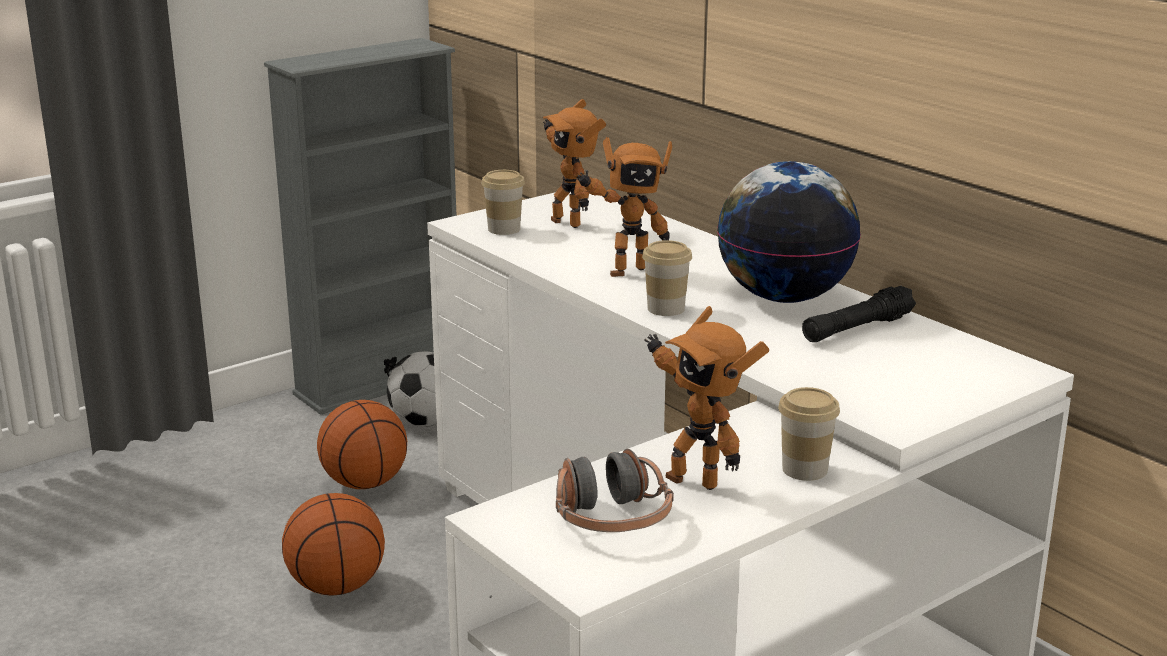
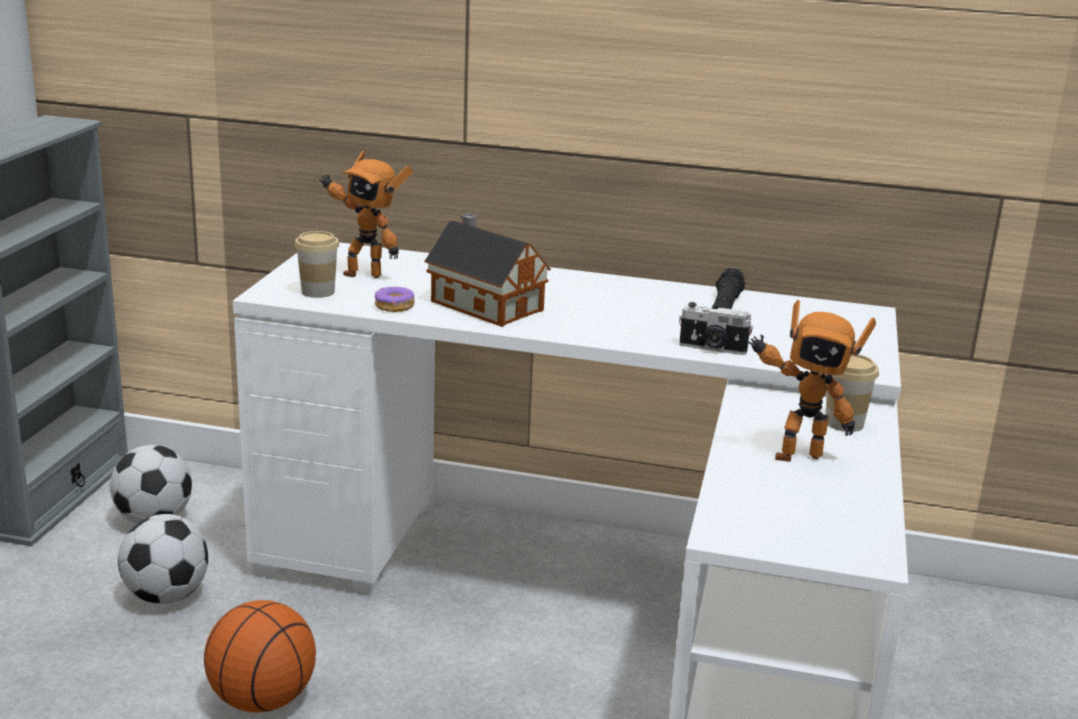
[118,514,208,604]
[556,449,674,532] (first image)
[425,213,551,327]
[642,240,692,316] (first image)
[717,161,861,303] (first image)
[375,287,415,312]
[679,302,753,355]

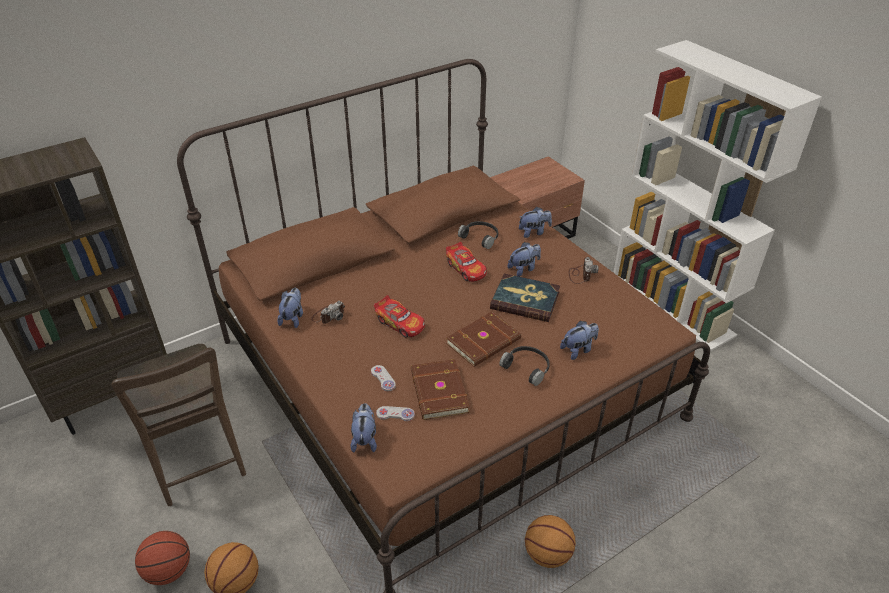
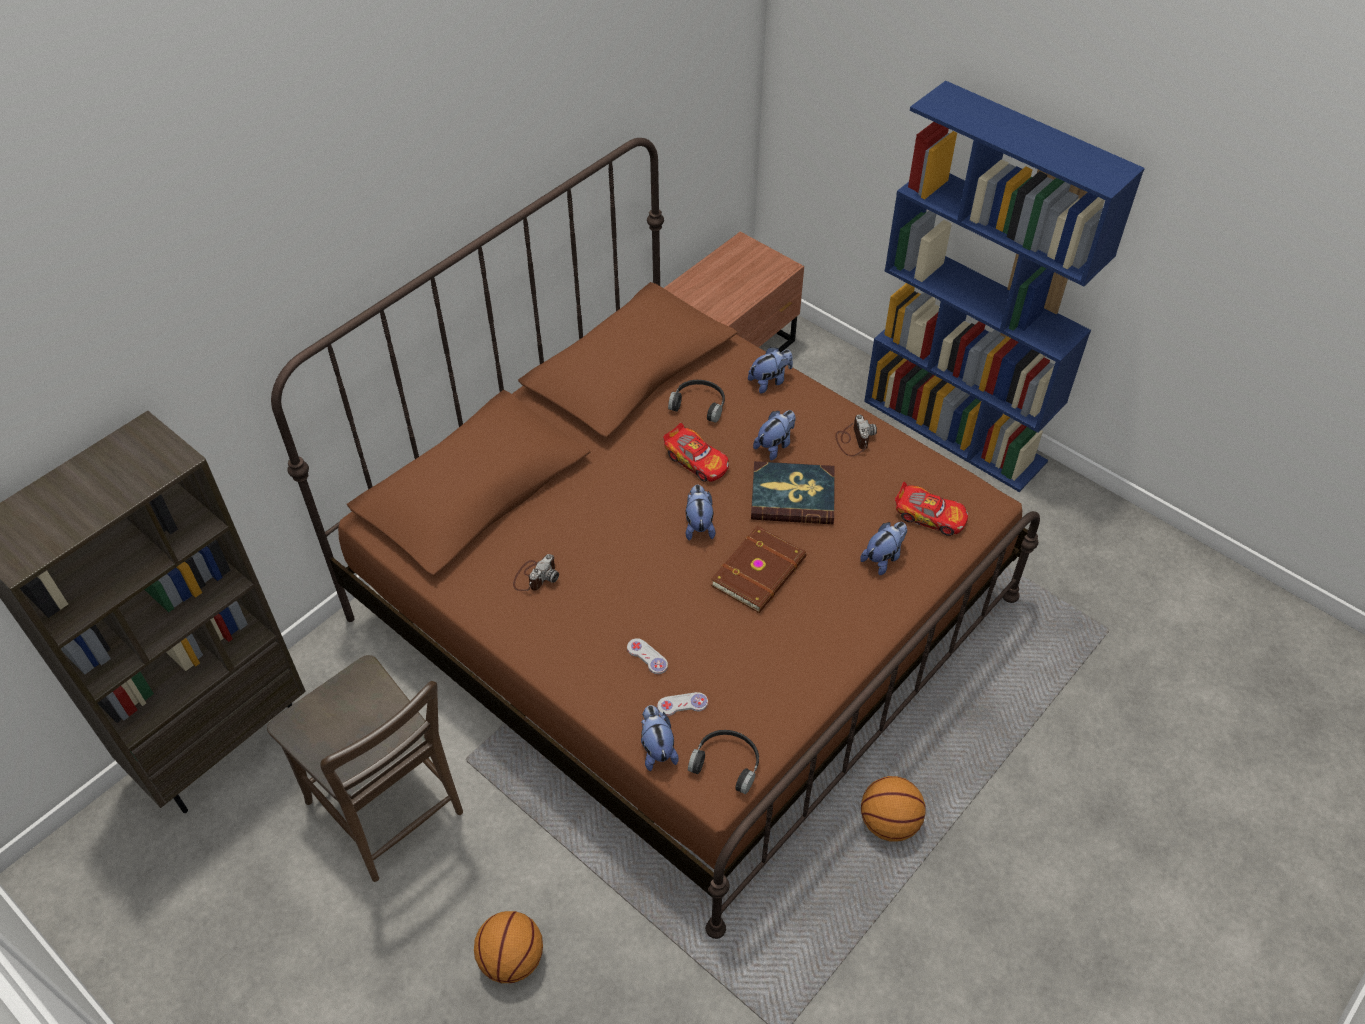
[135,531,190,585] (first image)
[686,484,715,541]
[895,482,968,536]
[411,359,470,420] (first image)
[688,730,759,794]
[864,81,1145,492]

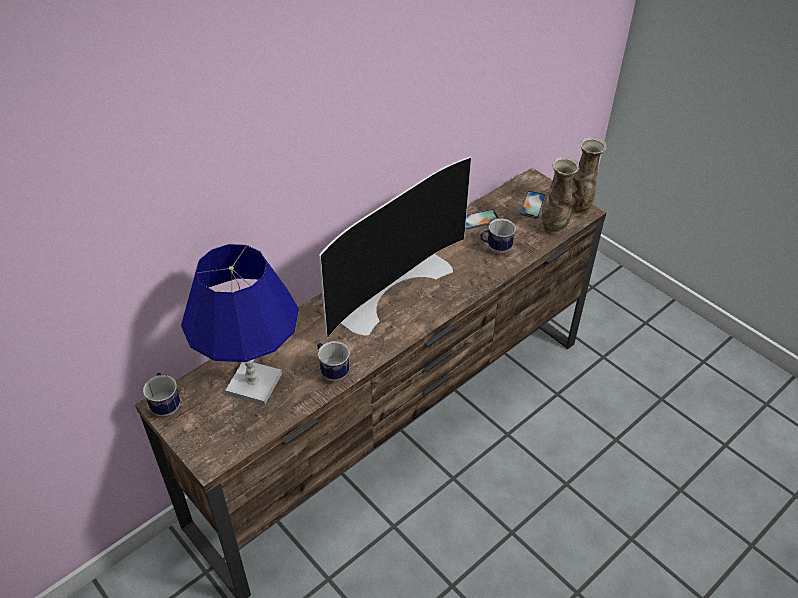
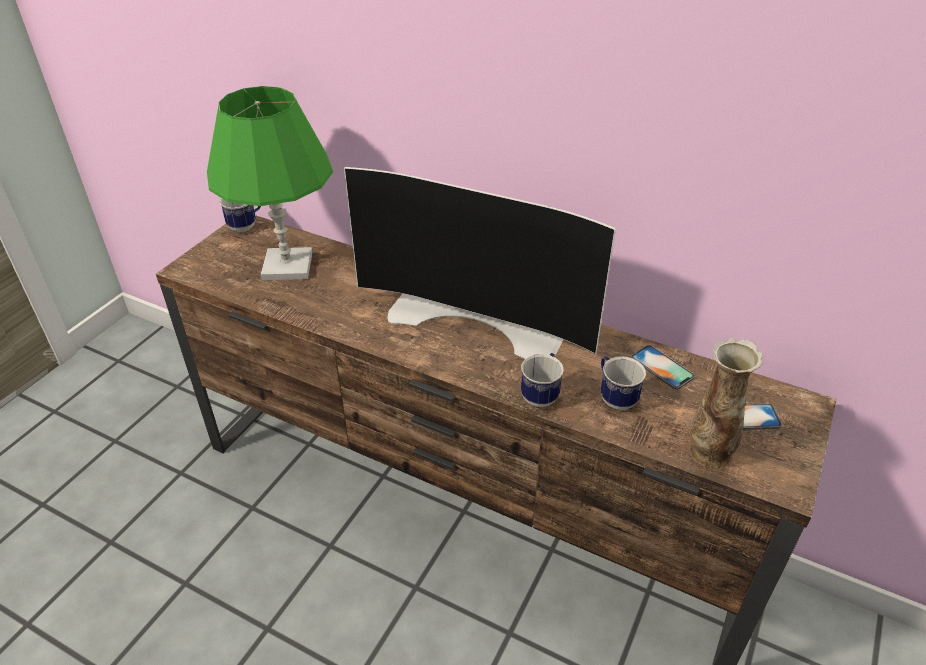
[207,86,333,280]
[521,353,564,407]
[571,137,607,217] (first image)

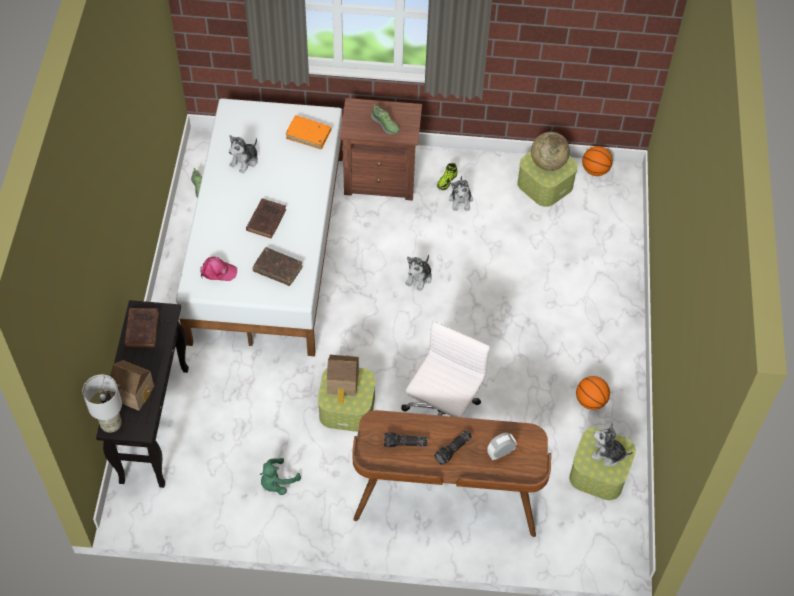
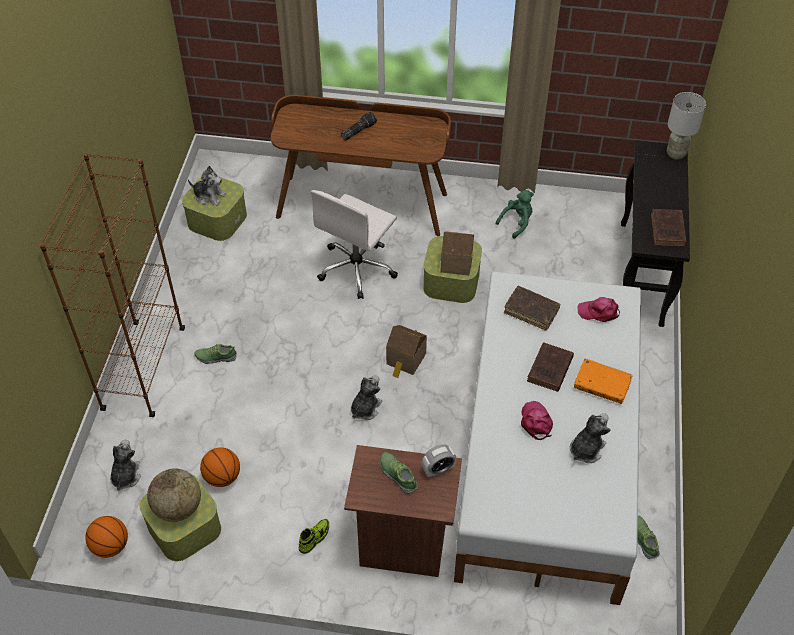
[386,325,427,378]
[574,359,632,404]
[384,432,427,447] (first image)
[110,439,141,491]
[422,444,456,477]
[200,448,240,487]
[40,153,185,417]
[194,344,237,364]
[521,401,553,440]

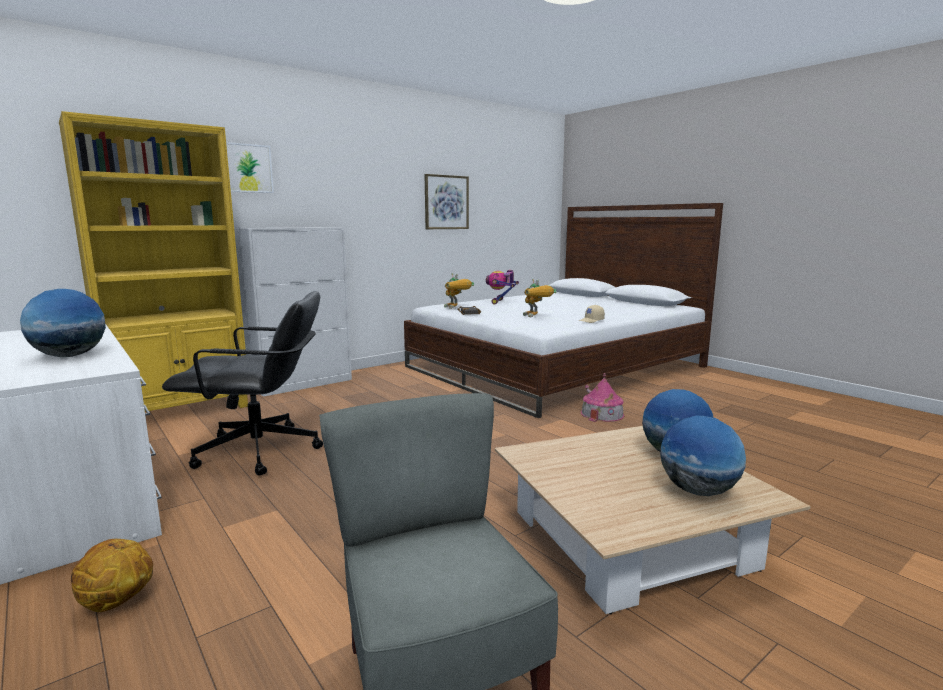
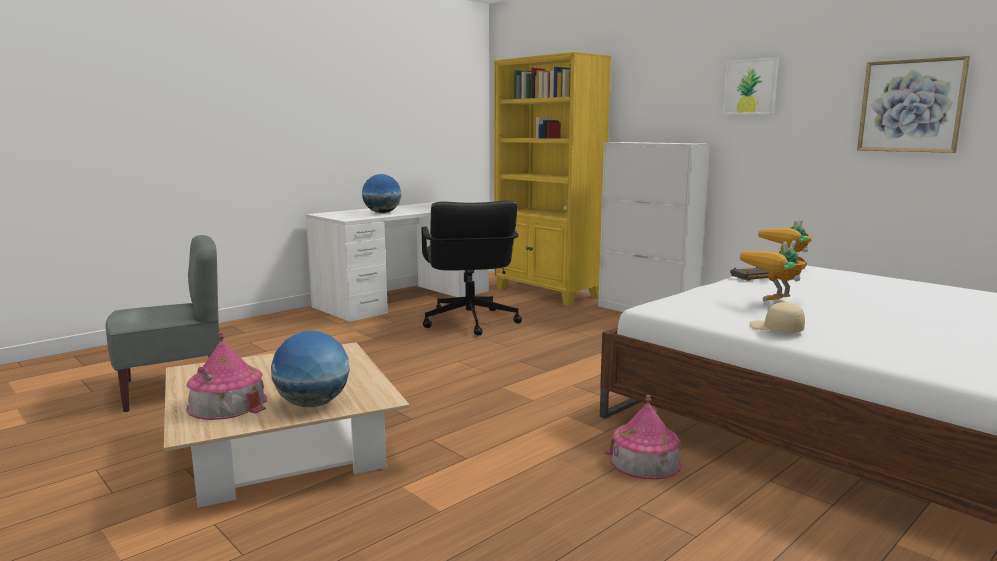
[71,539,153,612] (first image)
[723,58,779,115]
[486,270,519,305] (first image)
[186,332,267,420]

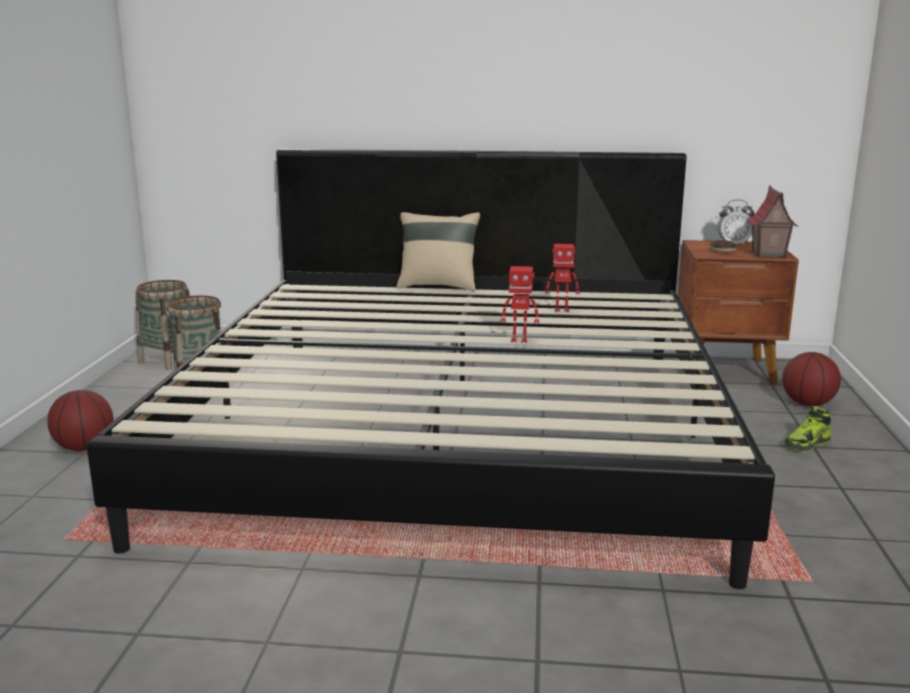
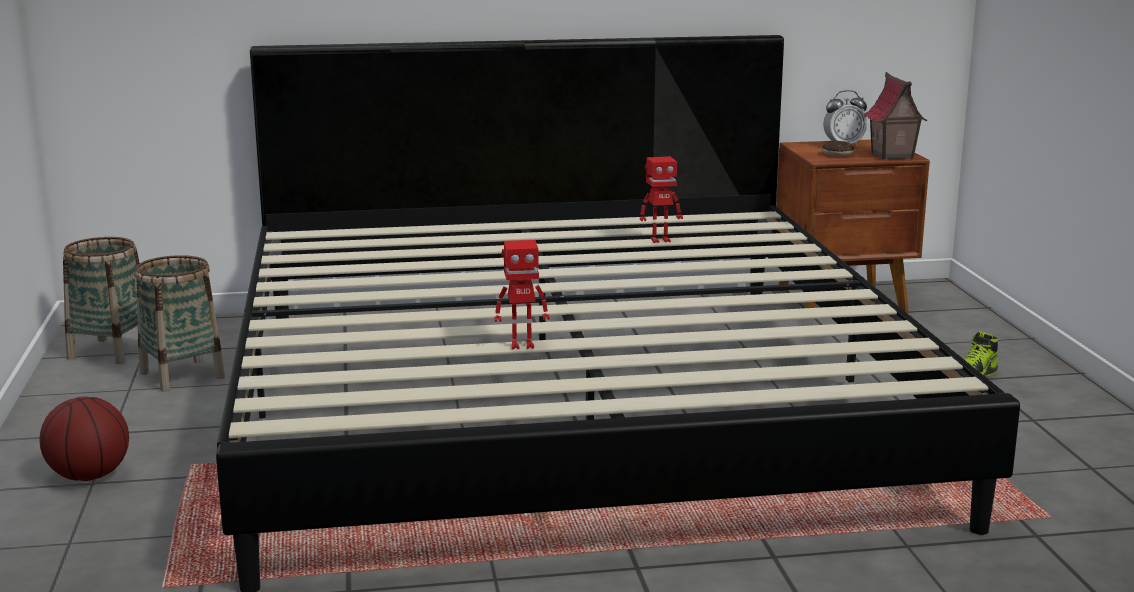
[396,212,480,291] (first image)
[494,240,550,349]
[782,352,841,406] (first image)

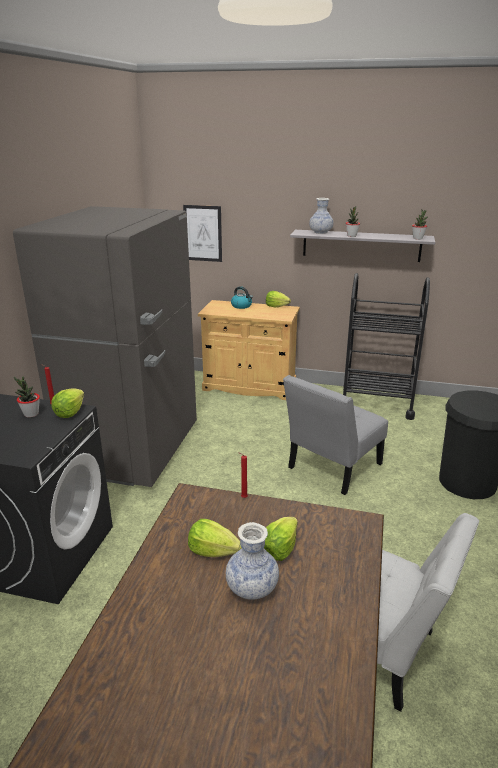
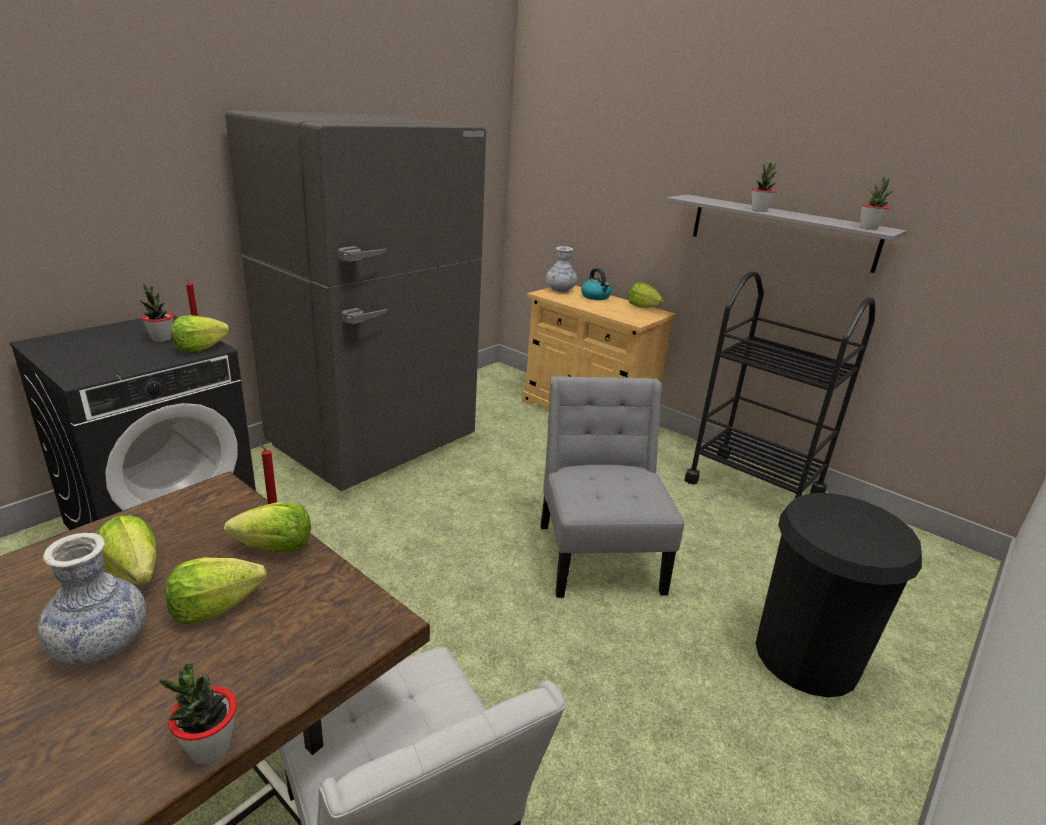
[183,205,222,262] (first image)
[540,376,684,598]
[546,246,577,293]
[159,664,237,764]
[224,502,311,552]

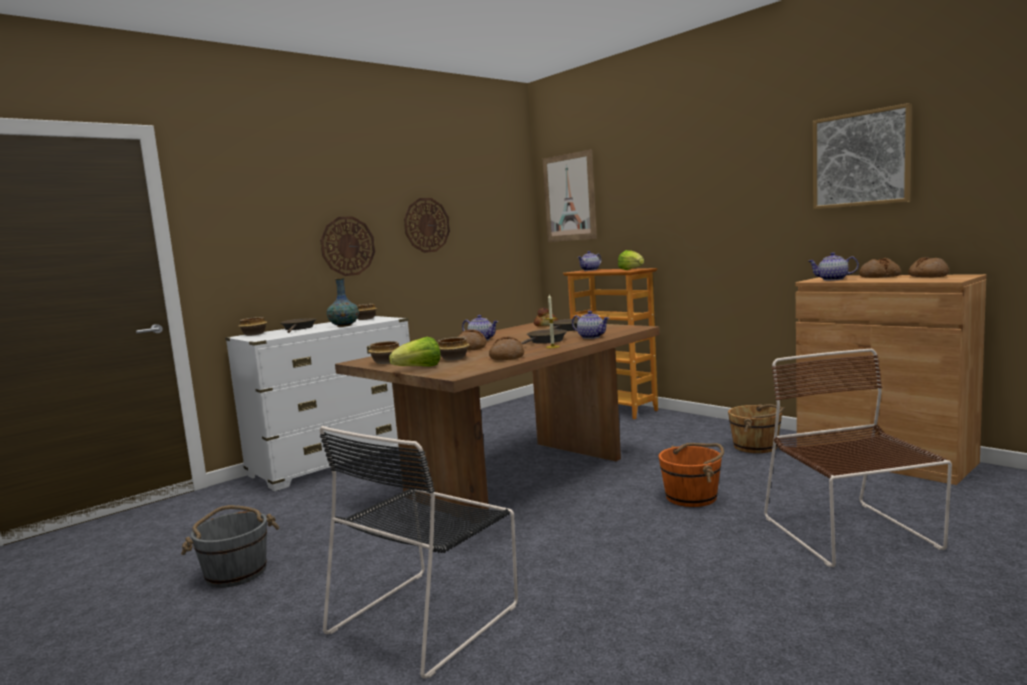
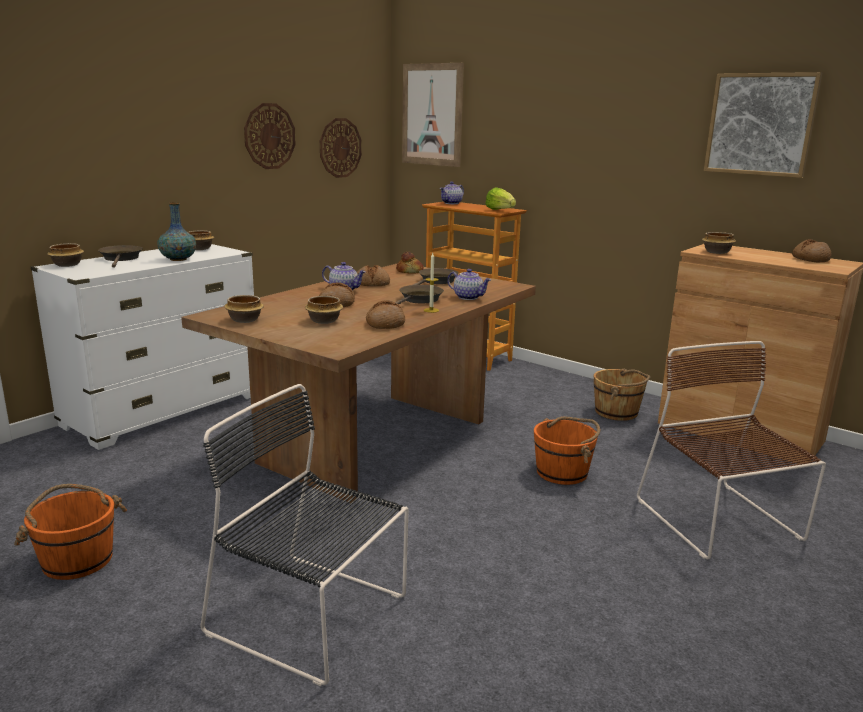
[14,484,127,580]
[320,118,362,178]
[201,384,409,686]
[389,337,440,367] (first image)
[702,232,736,254]
[357,265,390,286]

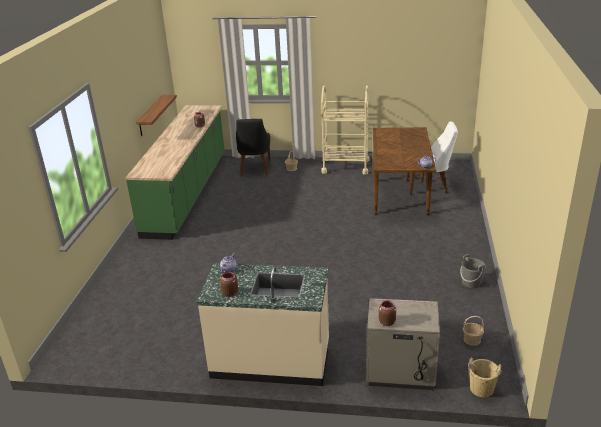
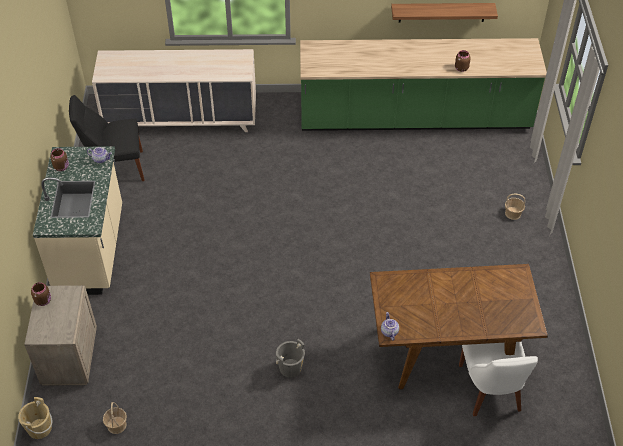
[69,95,145,181]
[321,86,370,175] (first image)
[276,339,305,378]
[92,49,256,132]

